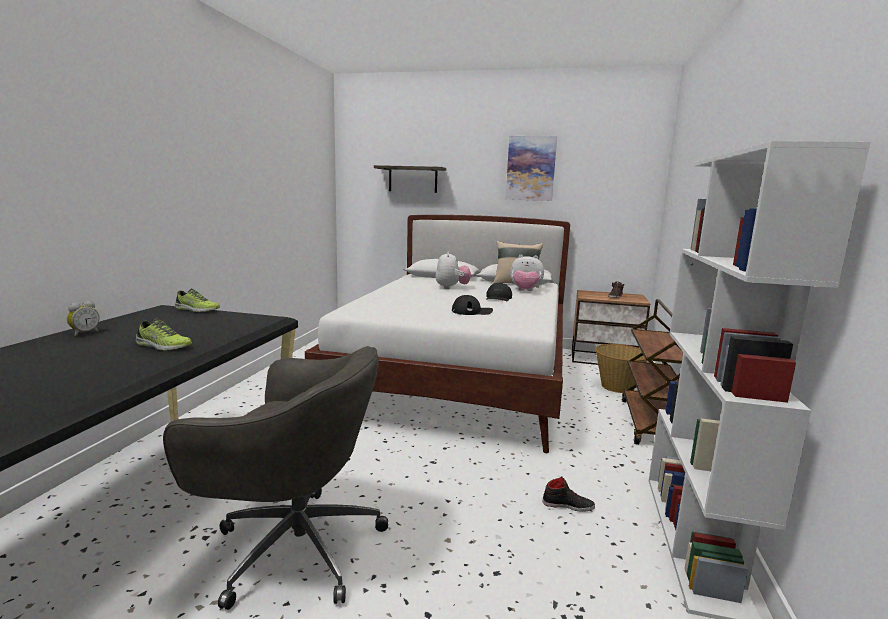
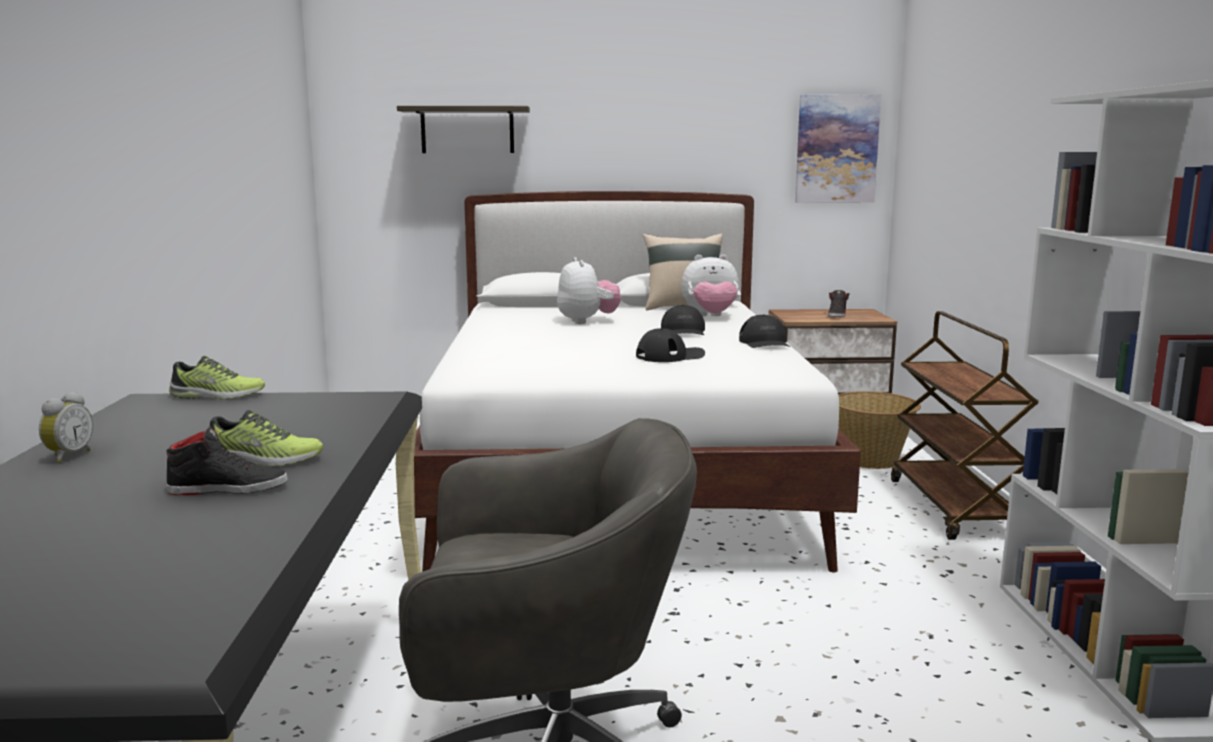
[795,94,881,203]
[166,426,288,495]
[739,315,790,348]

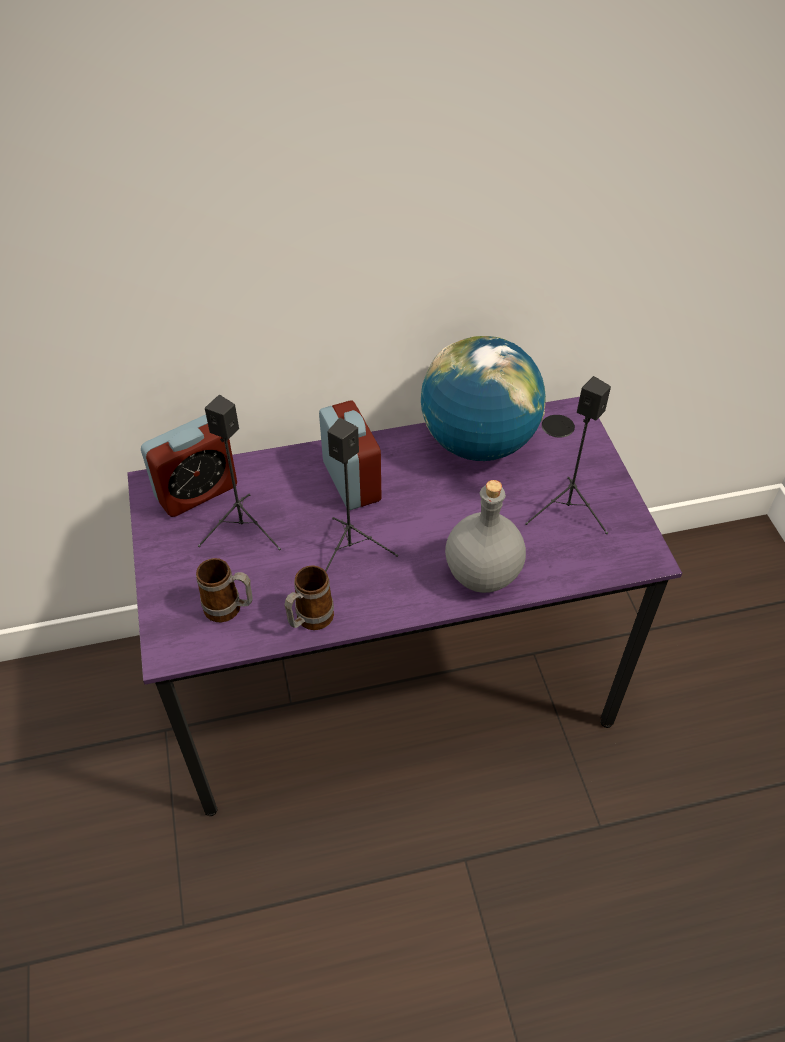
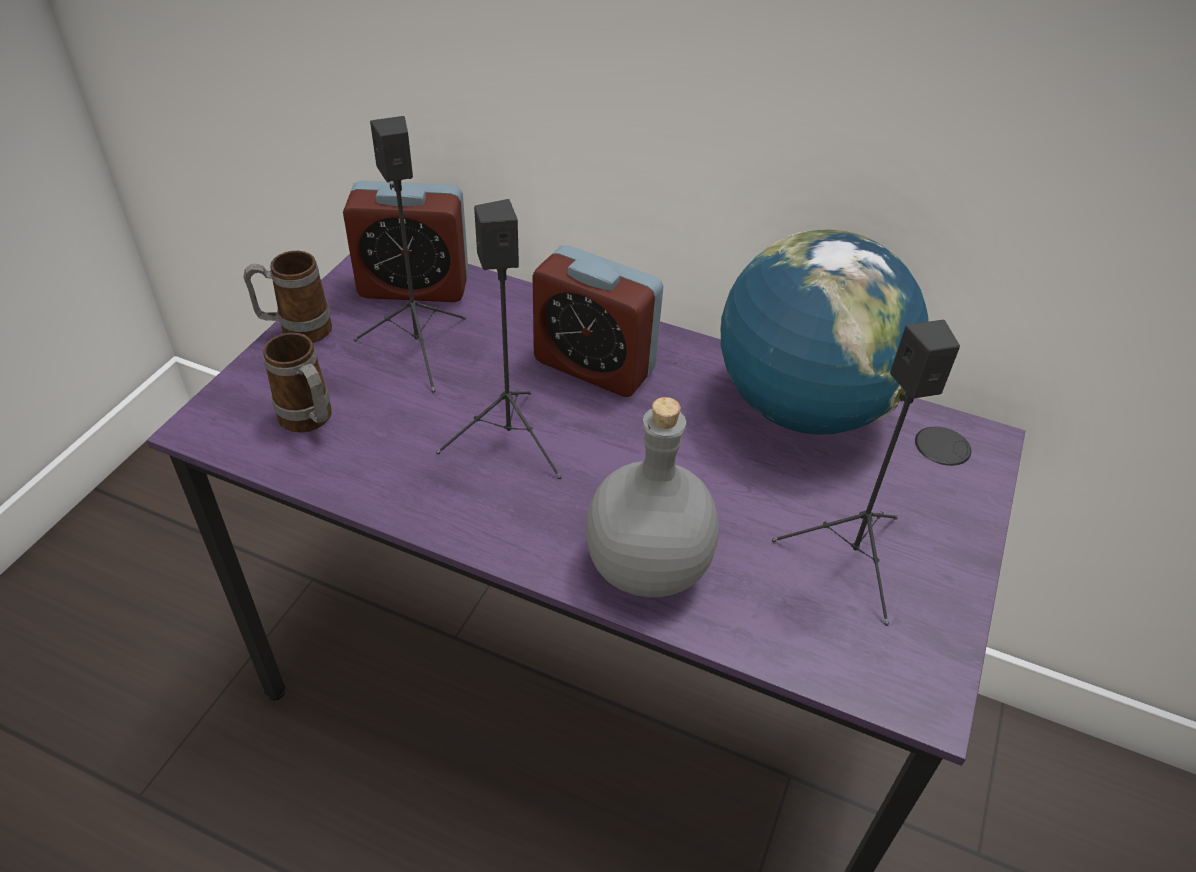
[243,251,332,343]
[533,245,663,397]

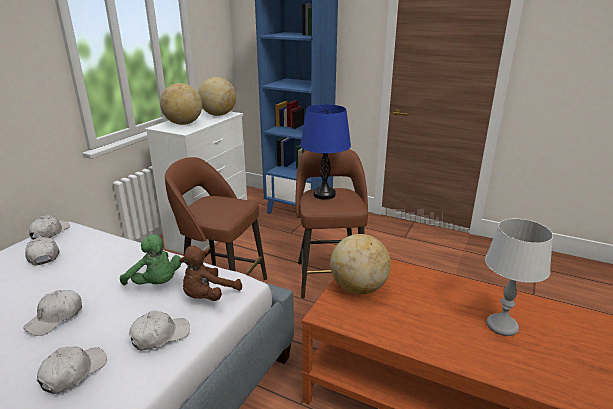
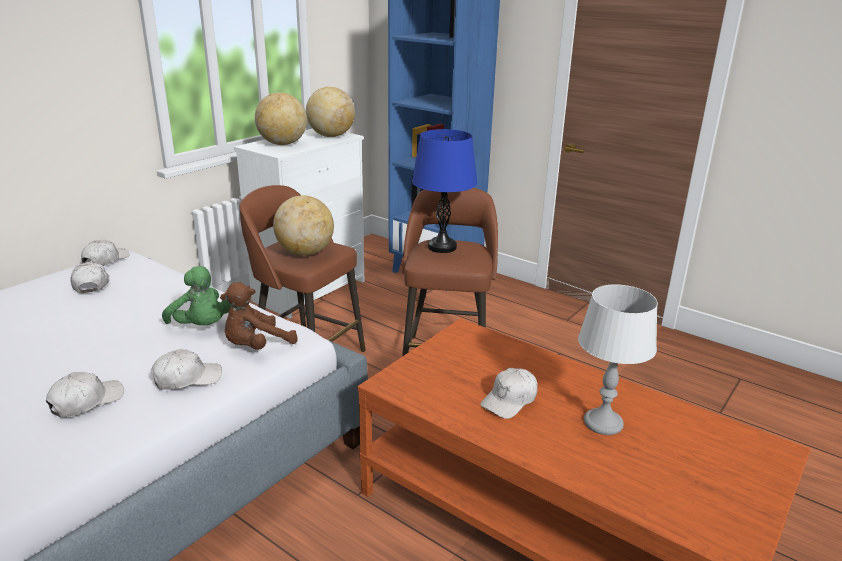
[480,368,538,419]
[273,195,334,256]

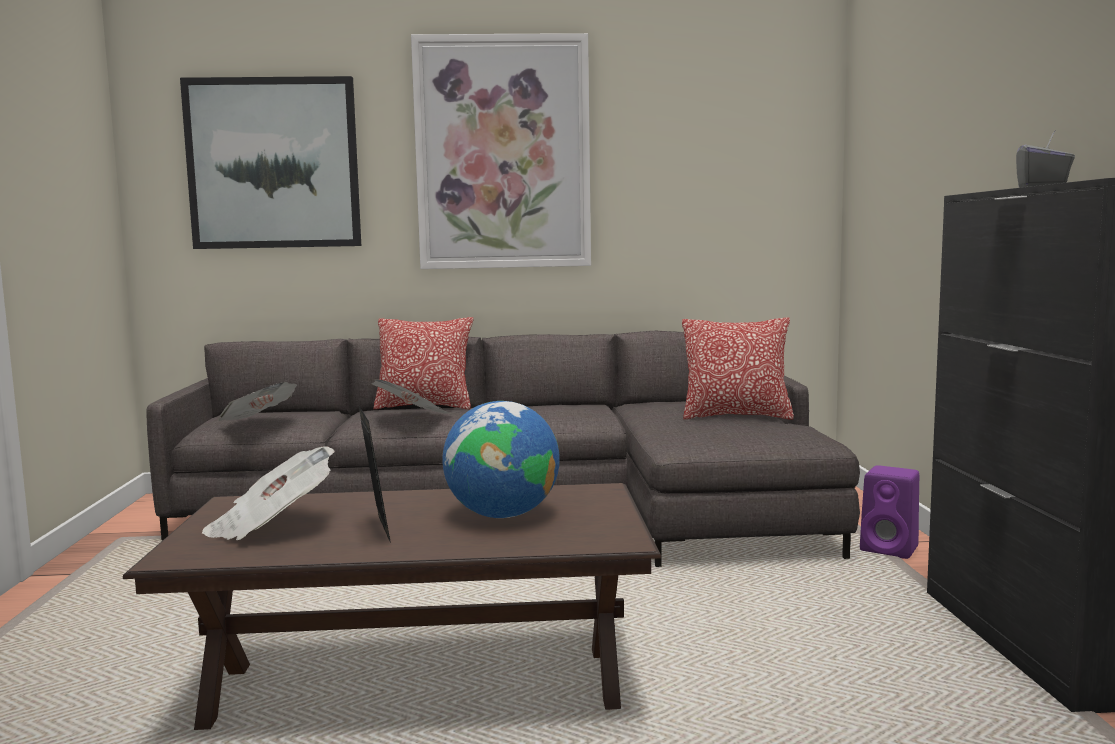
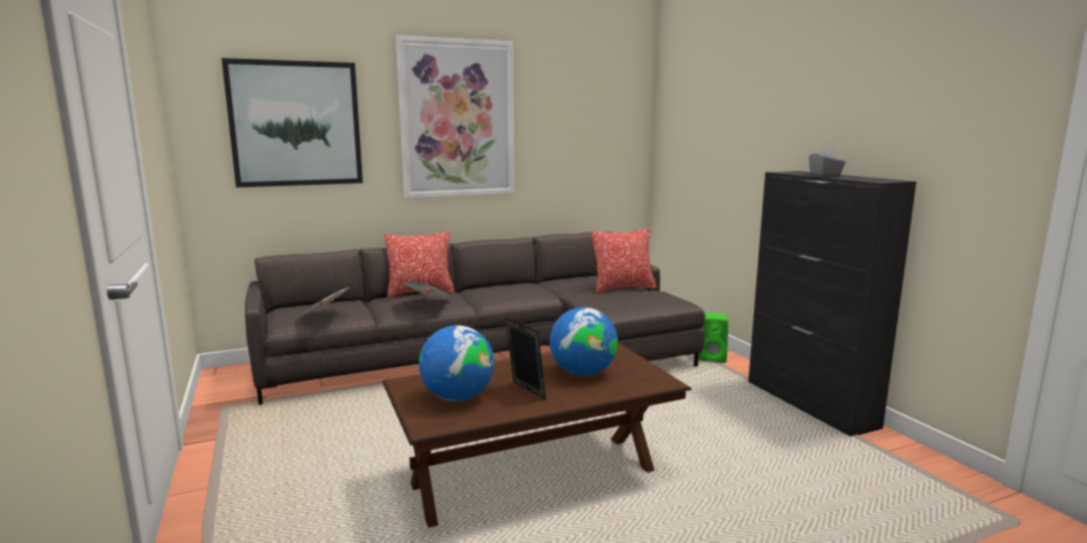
[419,325,494,401]
[699,312,728,363]

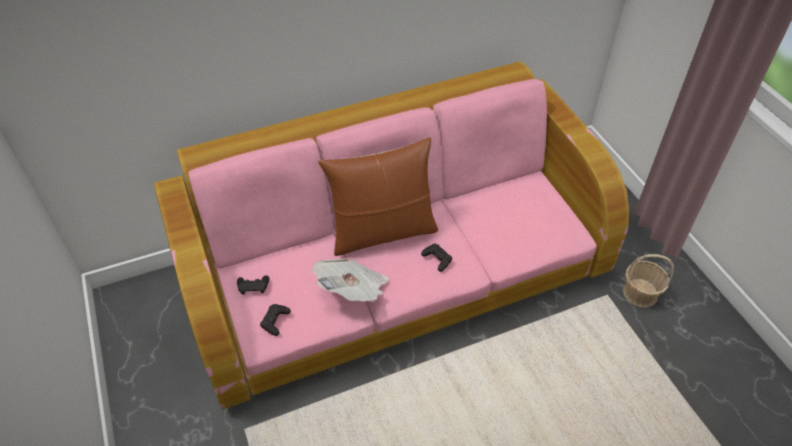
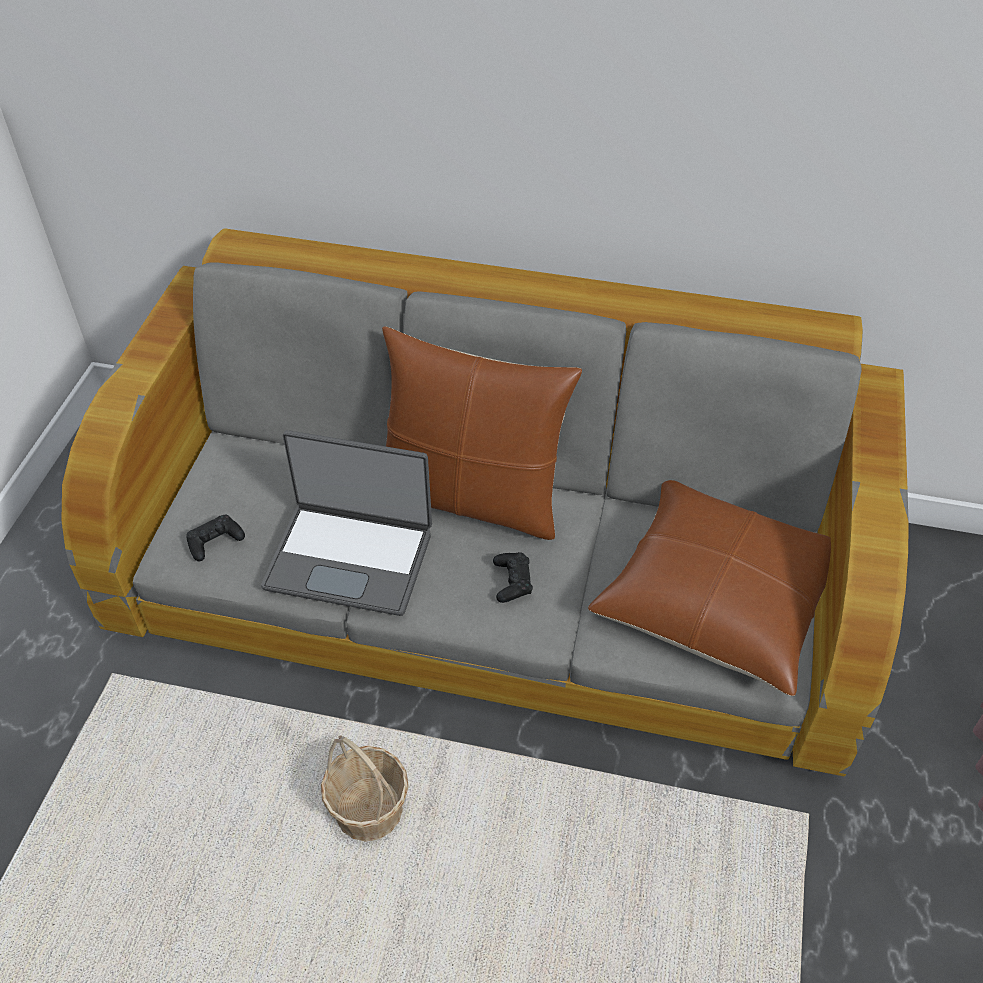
[61,228,909,777]
[237,275,269,295] (first image)
[261,430,432,616]
[321,735,409,842]
[588,480,831,696]

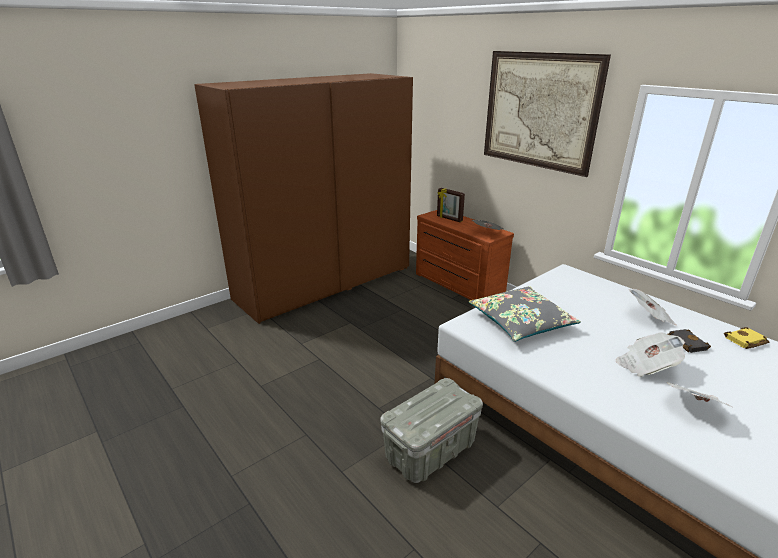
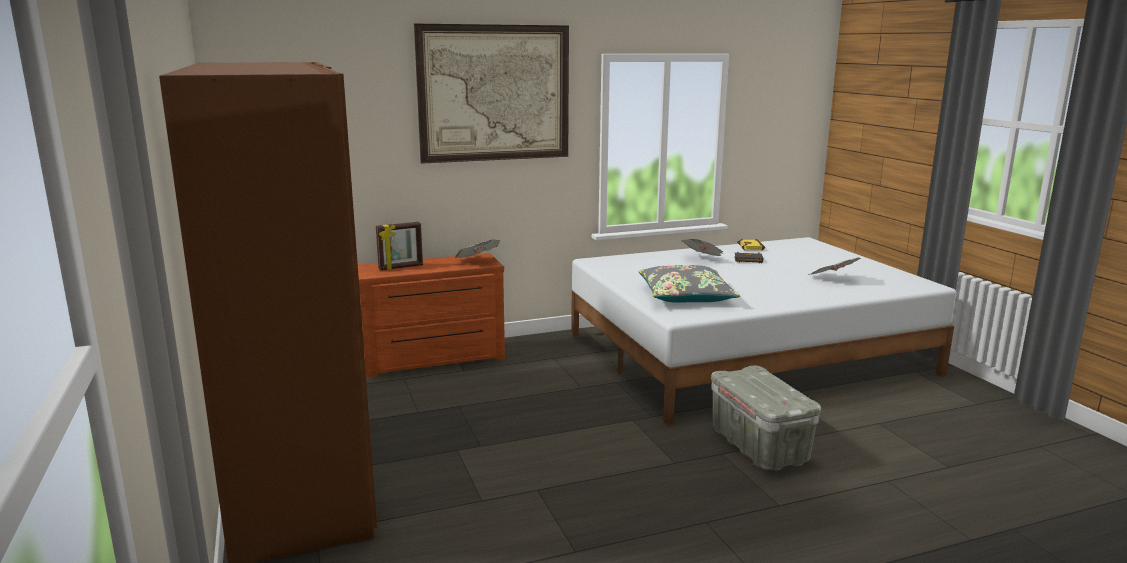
[616,332,685,377] (first image)

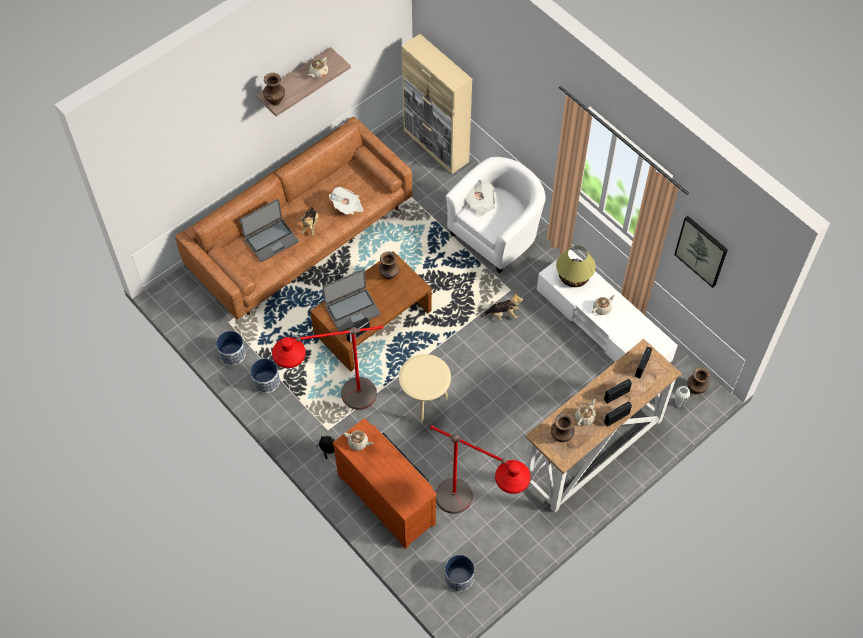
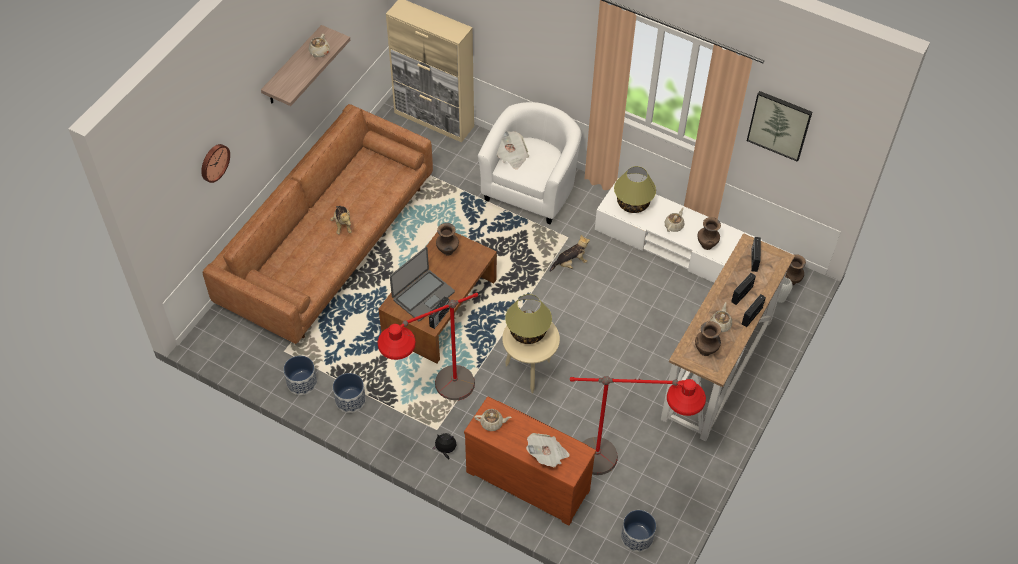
[240,199,299,262] (first image)
[698,217,721,250]
[526,433,570,468]
[201,144,230,183]
[505,294,552,344]

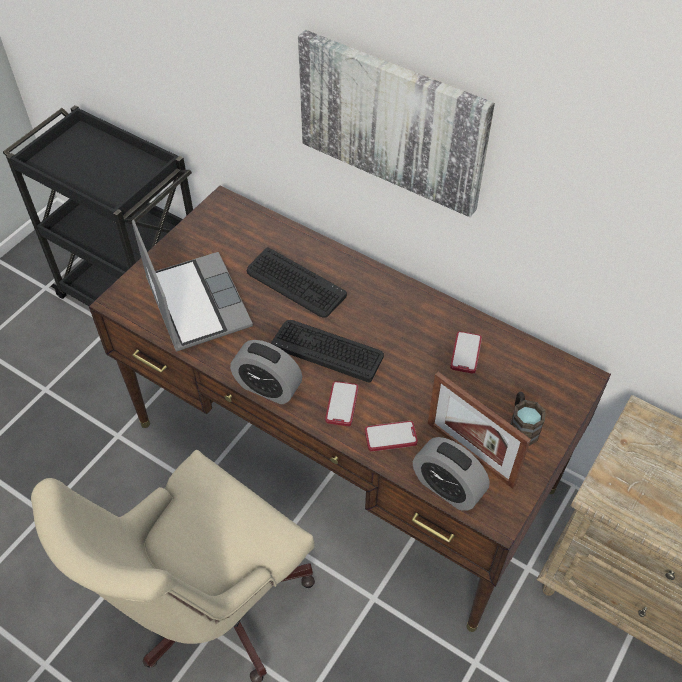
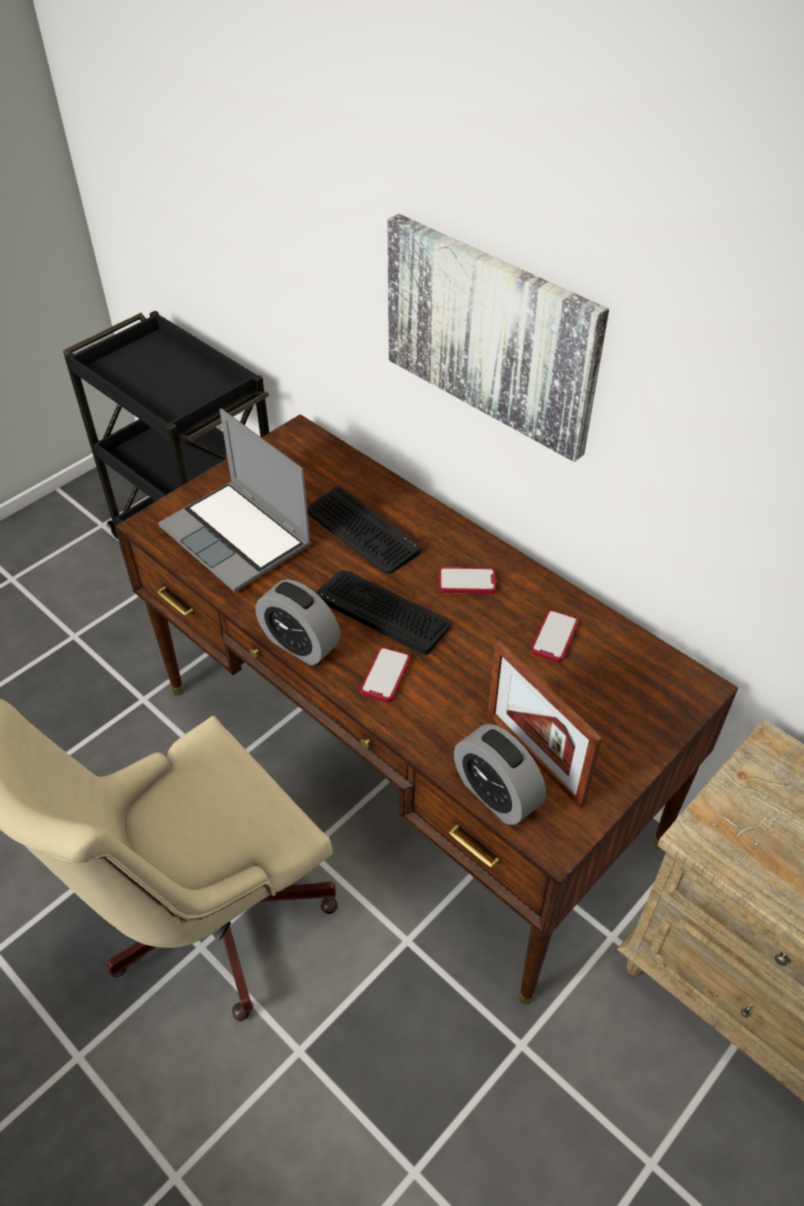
[158,409,311,592]
[439,568,496,594]
[510,392,546,446] (first image)

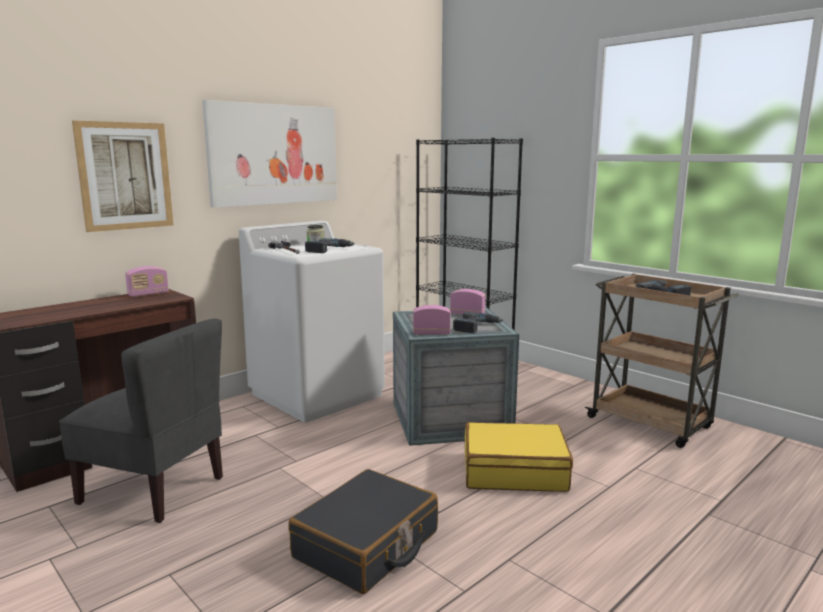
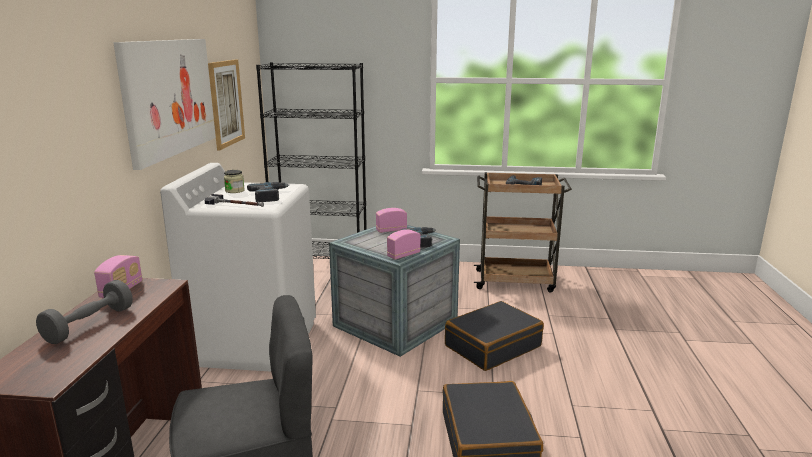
[208,59,245,150]
[445,301,544,371]
[36,280,133,344]

